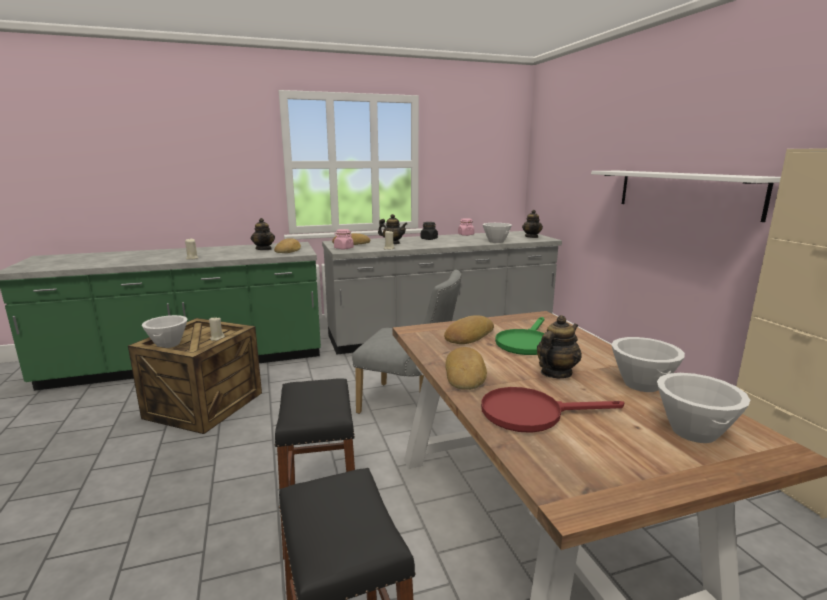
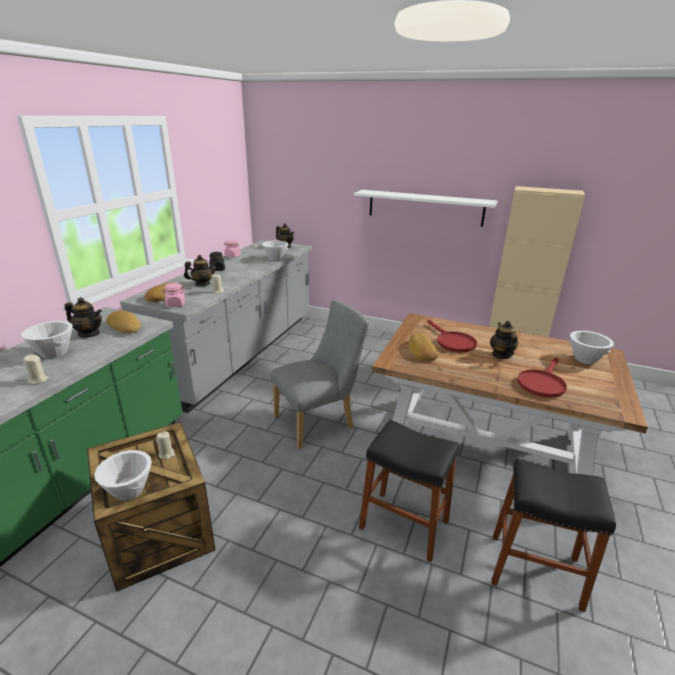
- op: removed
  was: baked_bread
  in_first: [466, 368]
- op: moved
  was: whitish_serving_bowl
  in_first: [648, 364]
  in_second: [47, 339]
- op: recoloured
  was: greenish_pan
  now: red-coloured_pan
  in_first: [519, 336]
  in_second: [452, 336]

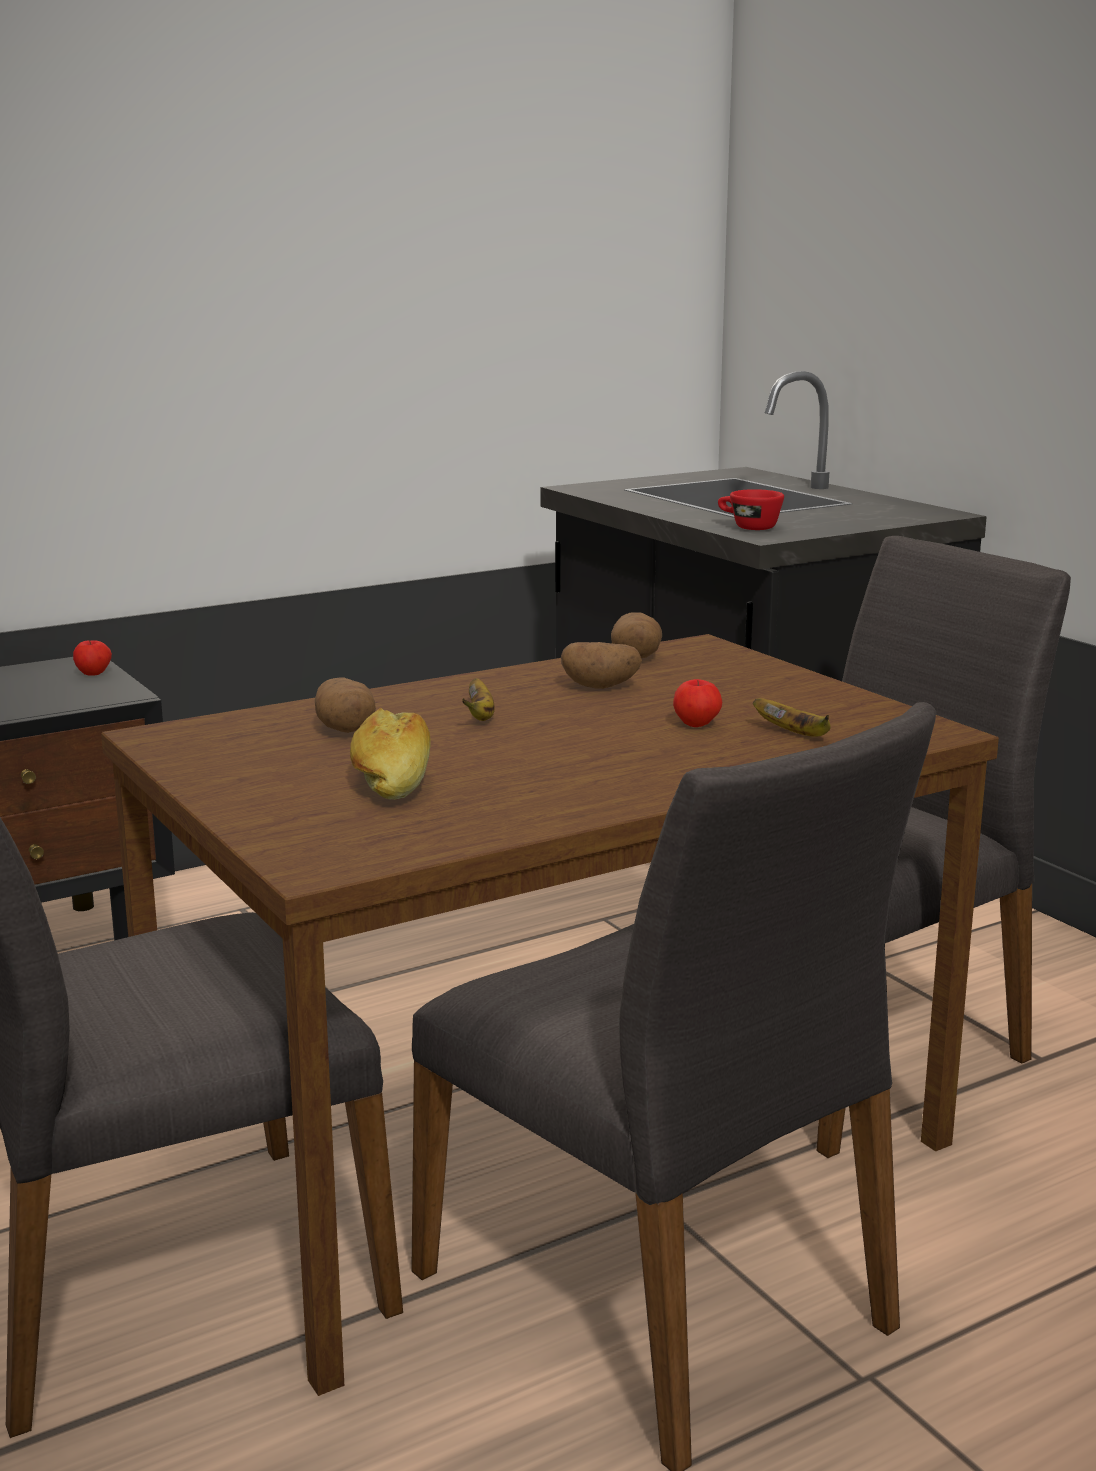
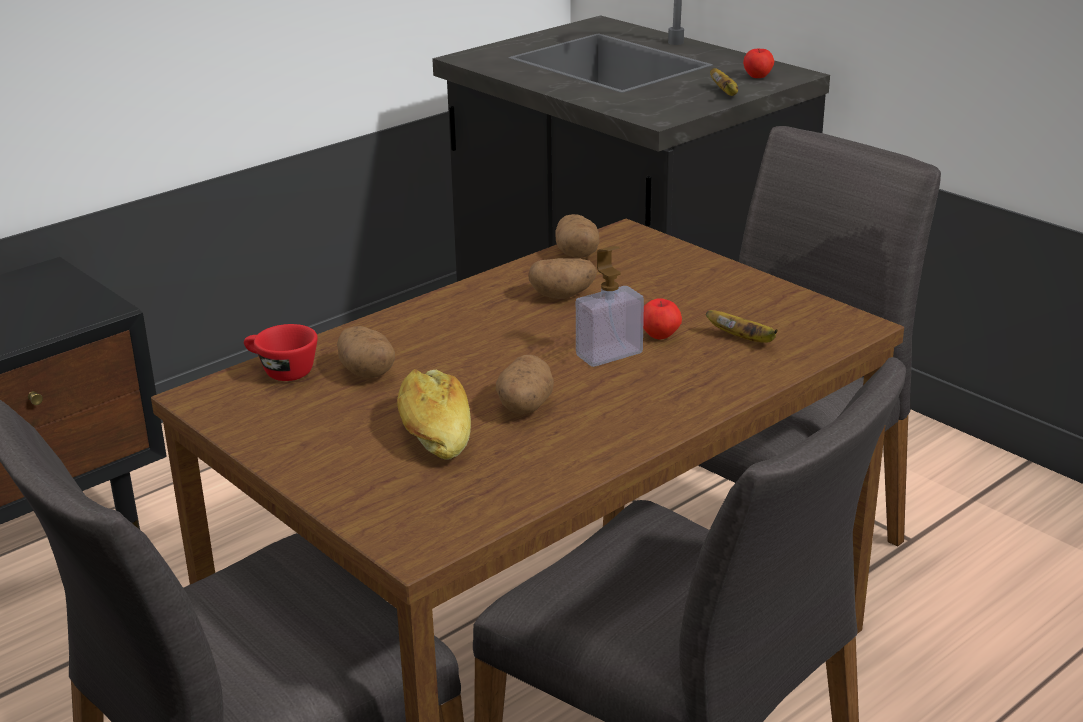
- op: added
  now: whole_potato
  in_second: [525, 384]
- op: added
  now: liquid_soap_bottle
  in_second: [610, 306]
- op: moved
  was: apple_fruit
  in_first: [92, 658]
  in_second: [758, 63]
- op: moved
  was: banana
  in_first: [478, 699]
  in_second: [724, 82]
- op: moved
  was: red-coloured_drinking_cup
  in_first: [751, 509]
  in_second: [281, 352]

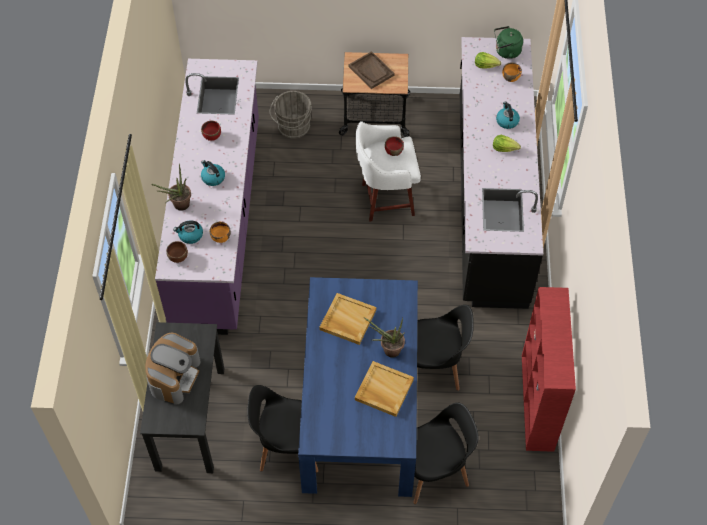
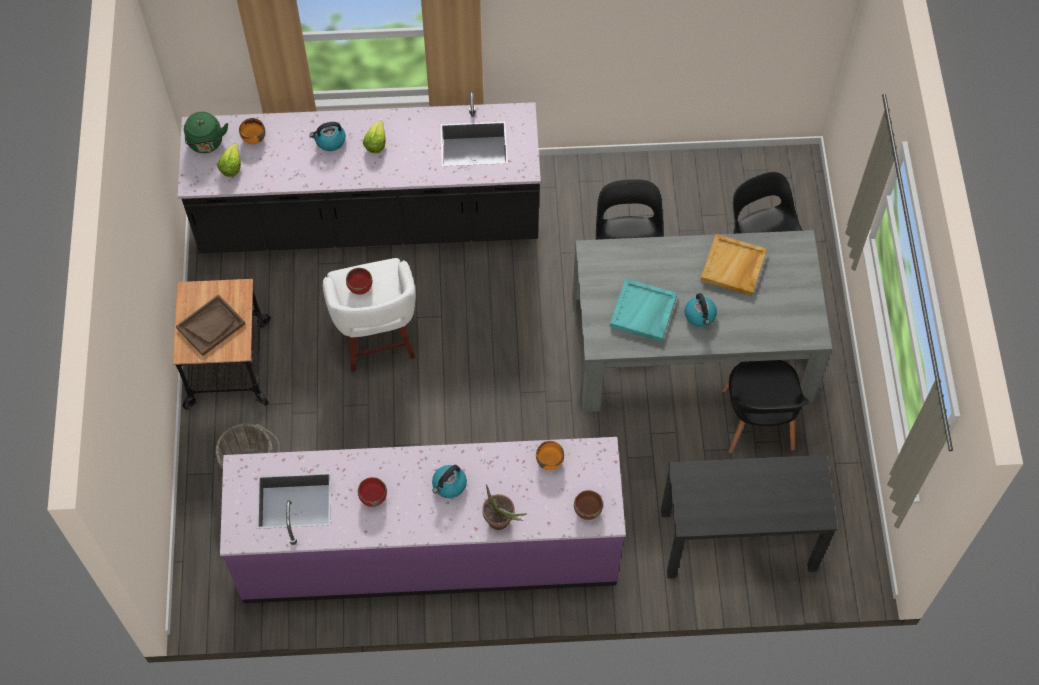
- op: removed
  was: coffee_maker
  in_first: [173, 369]
- op: removed
  was: plant_in_a_pot
  in_first: [384, 337]
- op: removed
  was: red-coloured_shelving_unit
  in_first: [549, 369]
- op: moved
  was: kettle
  in_first: [188, 232]
  in_second: [701, 310]
- op: recoloured
  was: bluish_kitchen_table
  now: grey_kitchen_table
  in_first: [358, 387]
  in_second: [702, 321]
- op: recoloured
  was: beige-coloured_serving_tray
  now: turquoise-coloured_serving_tray
  in_first: [347, 319]
  in_second: [643, 310]

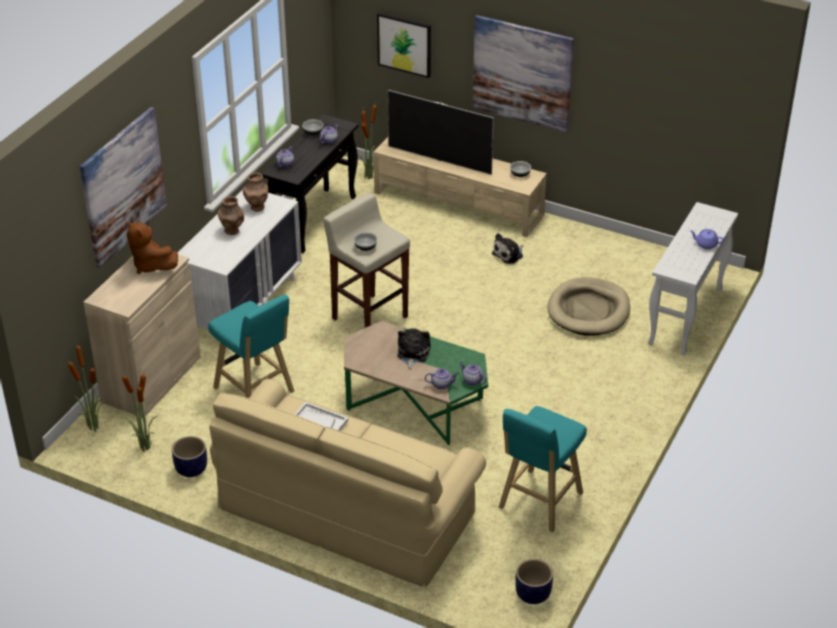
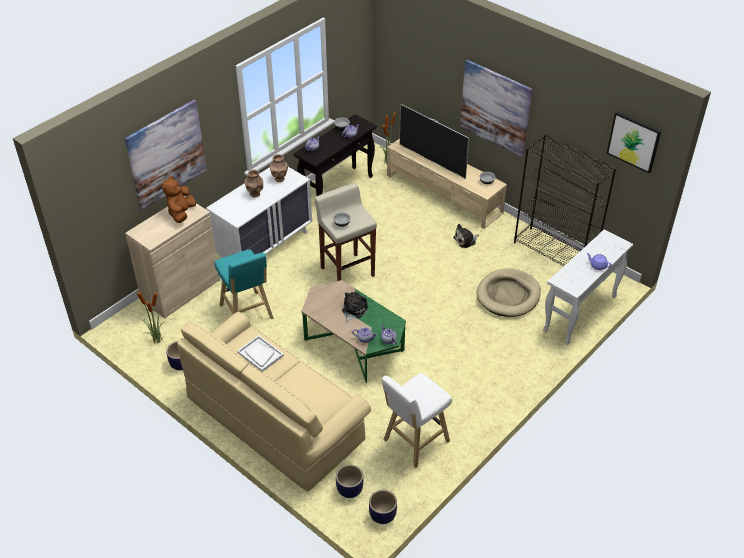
- op: removed
  was: plant_in_a_pot
  in_first: [88, 388]
- op: added
  now: flower_pot
  in_second: [349, 481]
- op: added
  now: black_shelving_unit
  in_second: [565, 200]
- op: moved
  was: picture
  in_first: [404, 45]
  in_second: [633, 142]
- op: recoloured
  was: turquoise-coloured_sitting_stool
  now: whitish_sitting_stool
  in_first: [542, 469]
  in_second: [417, 420]
- op: turned
  was: brown_cuddly_toy
  in_first: [152, 248]
  in_second: [179, 199]
  clockwise: 45

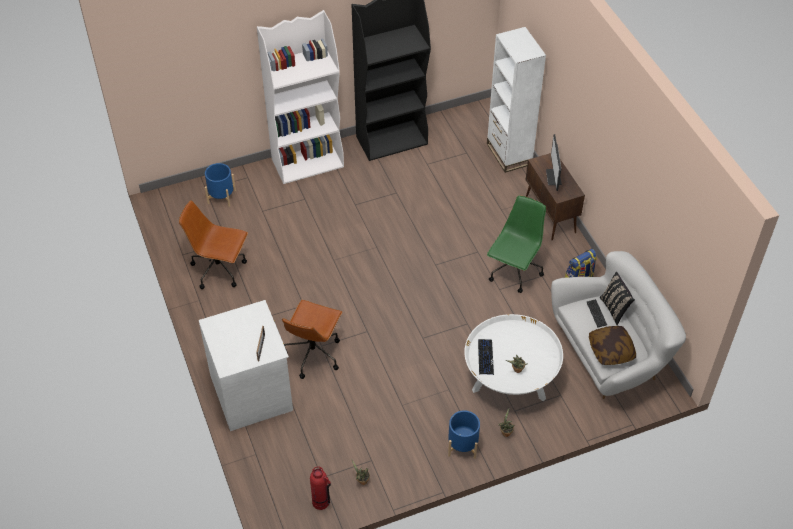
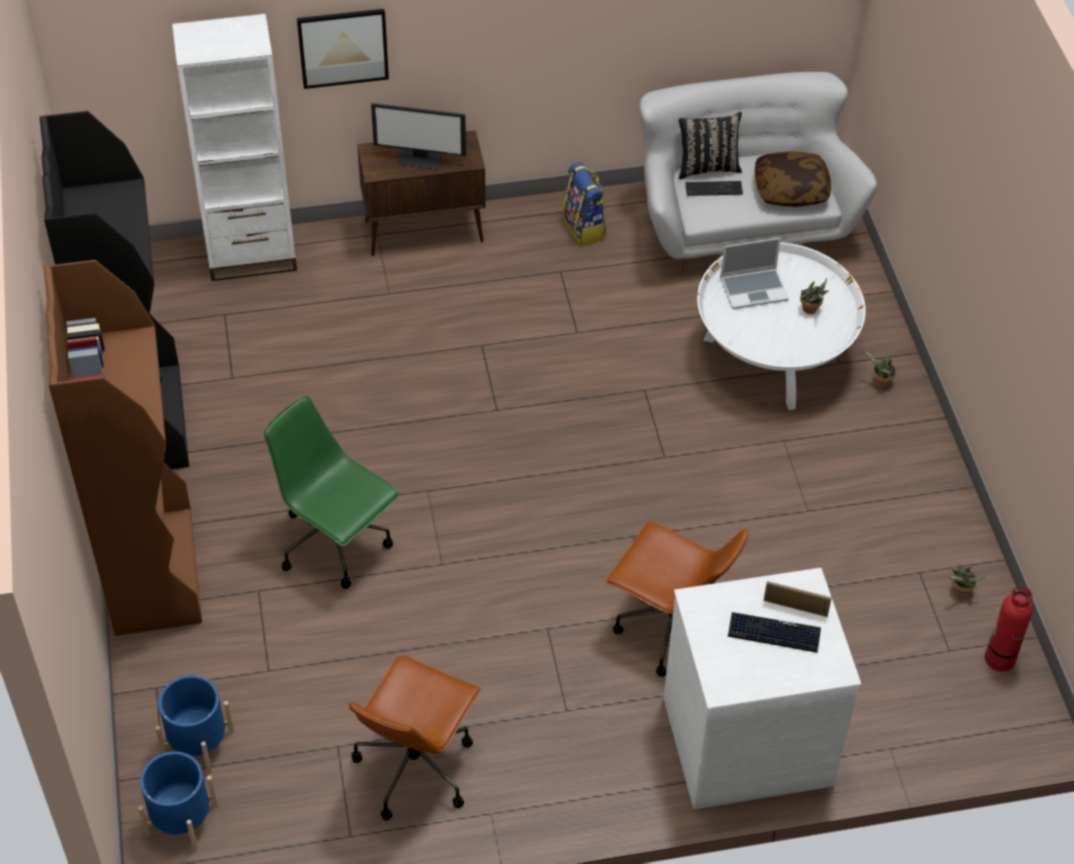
- op: added
  now: picture
  in_second: [343, 49]
- op: added
  now: laptop
  in_second: [754, 273]
- op: moved
  was: bluish_flower_pot
  in_first: [464, 435]
  in_second: [178, 801]
- op: moved
  was: PC_keyboard
  in_first: [486, 357]
  in_second: [774, 632]
- op: moved
  was: greenish_computer_chair
  in_first: [516, 244]
  in_second: [332, 492]
- op: recoloured
  was: whitish_shelving_unit
  now: brown_shelving_unit
  in_first: [300, 97]
  in_second: [123, 448]

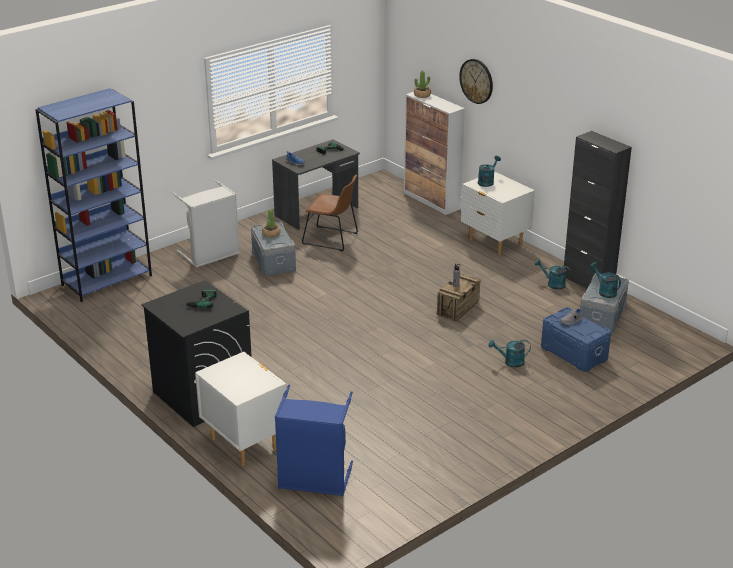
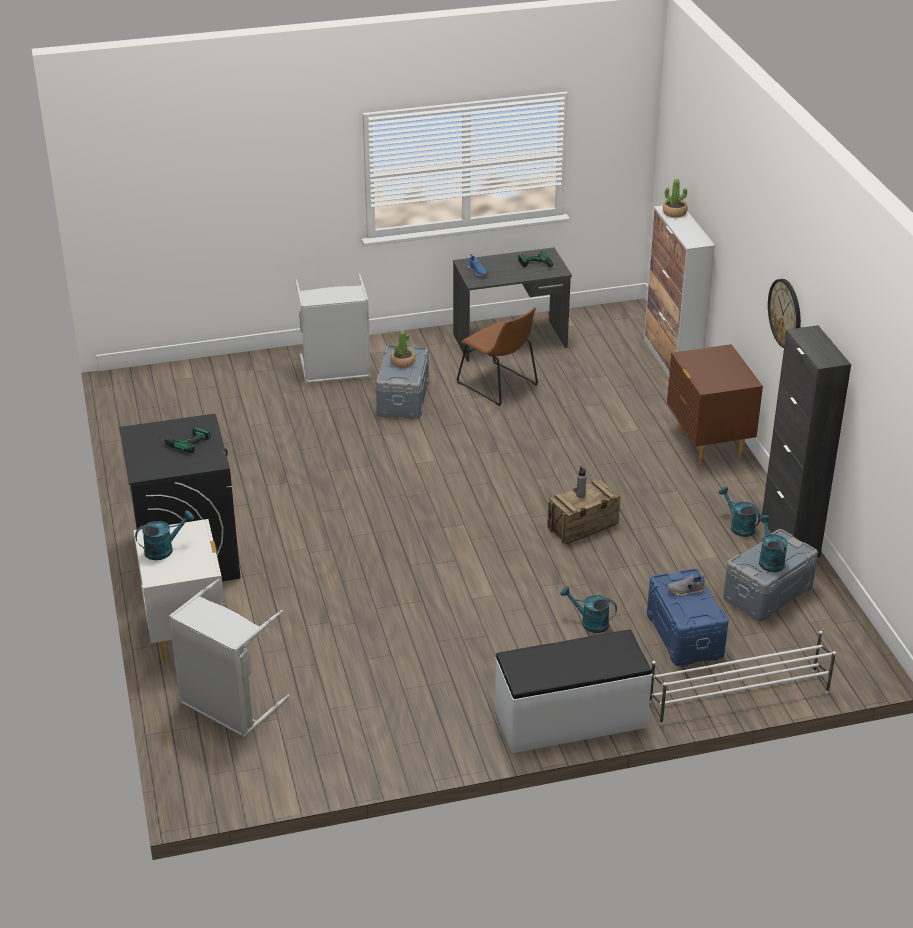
- op: removed
  was: bluish_shelving_unit
  in_first: [93, 195]
- op: added
  now: whitish_indoor_bench
  in_second: [574, 691]
- op: added
  now: whitish_shoe_shelf
  in_second: [743, 678]
- op: moved
  was: hanging_clock
  in_first: [476, 81]
  in_second: [784, 313]
- op: moved
  was: turquoise-coloured_sprinkling_can
  in_first: [489, 171]
  in_second: [164, 535]
- op: recoloured
  was: bluish_washing_basket
  now: grey_washing_basket
  in_first: [314, 440]
  in_second: [229, 658]
- op: recoloured
  was: whitish_nightstand
  now: brown_nightstand
  in_first: [498, 213]
  in_second: [715, 404]

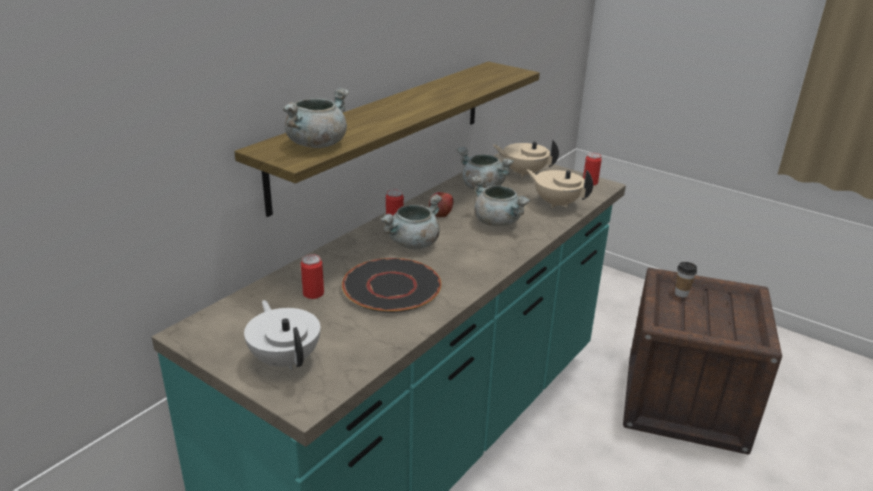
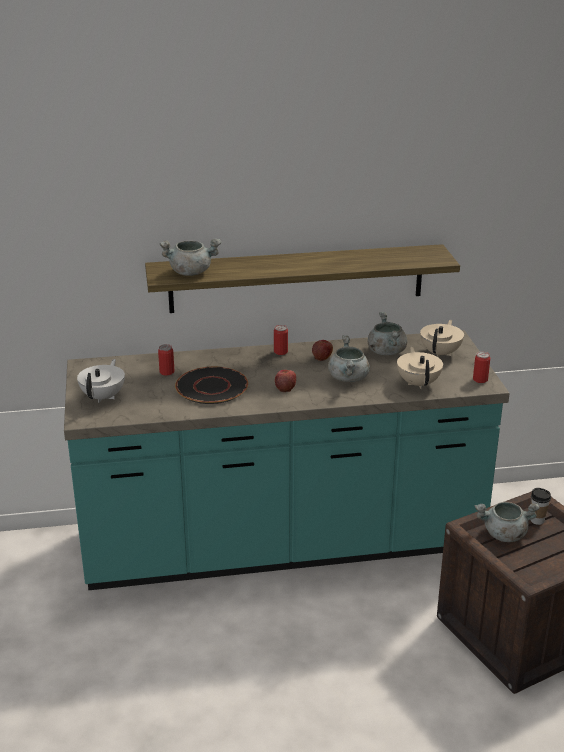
- op: added
  now: apple_fruit
  in_second: [285, 381]
- op: moved
  was: grey_saucepot
  in_first: [411, 221]
  in_second: [507, 522]
- op: turned
  was: beige-coloured_pot_for_tea
  in_first: [526, 159]
  in_second: [442, 339]
  clockwise: 45

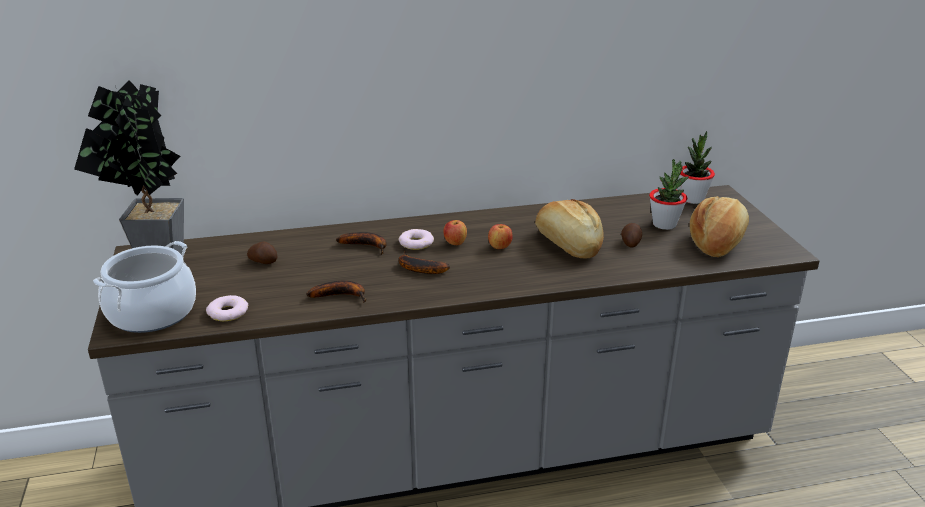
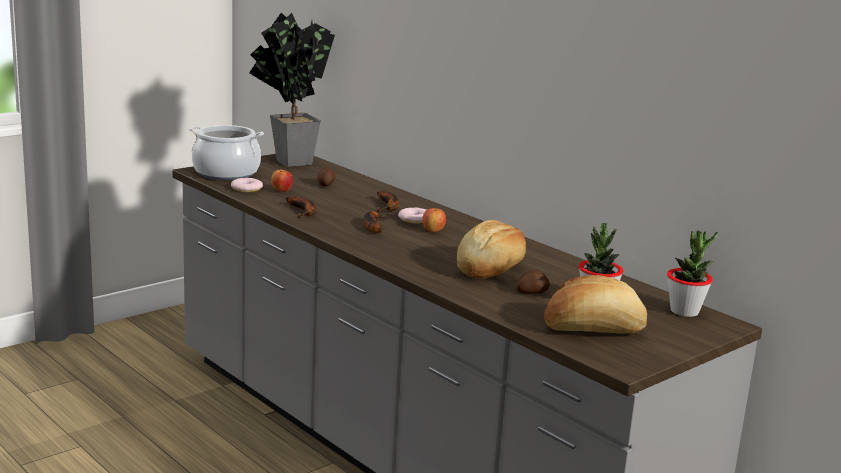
- op: moved
  was: apple_fruit
  in_first: [500, 236]
  in_second: [282, 181]

